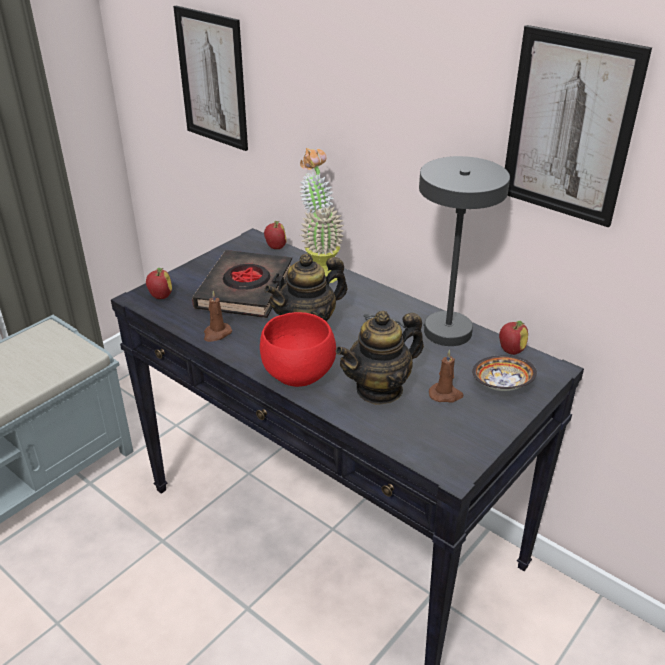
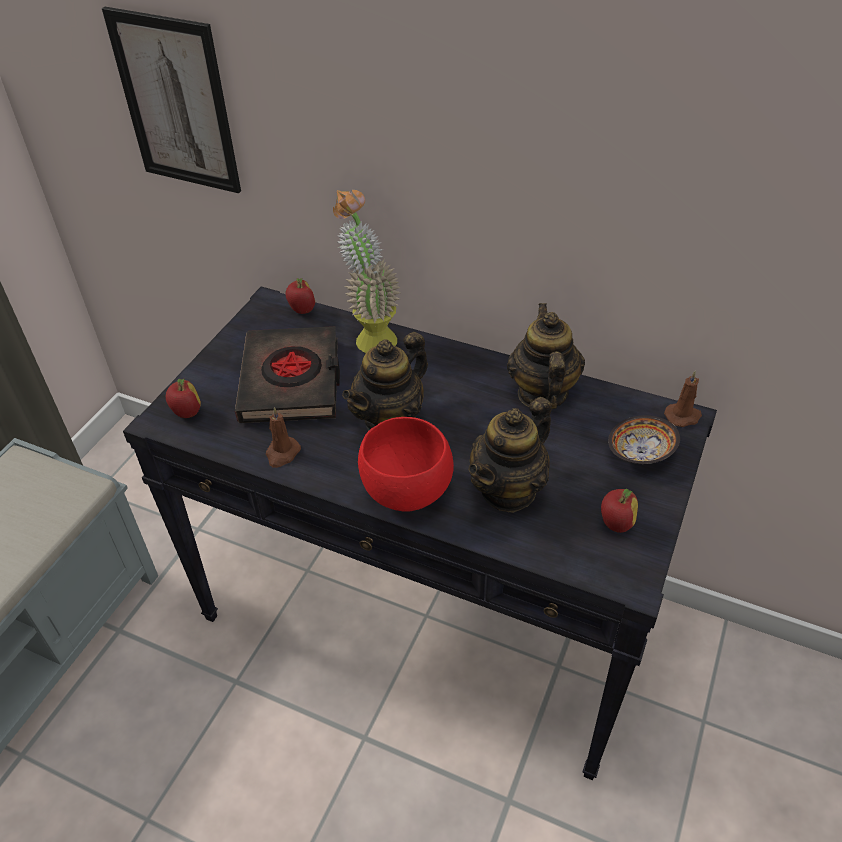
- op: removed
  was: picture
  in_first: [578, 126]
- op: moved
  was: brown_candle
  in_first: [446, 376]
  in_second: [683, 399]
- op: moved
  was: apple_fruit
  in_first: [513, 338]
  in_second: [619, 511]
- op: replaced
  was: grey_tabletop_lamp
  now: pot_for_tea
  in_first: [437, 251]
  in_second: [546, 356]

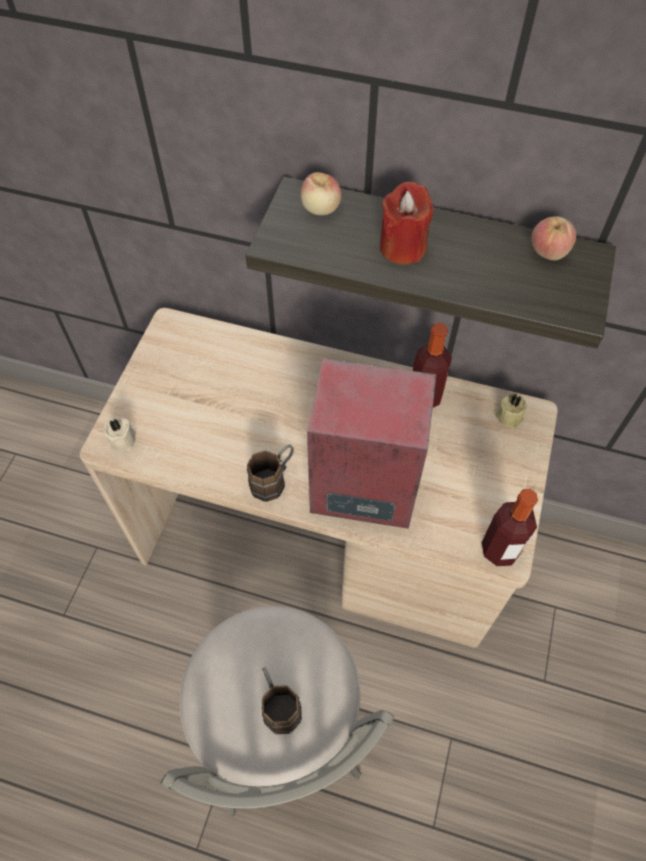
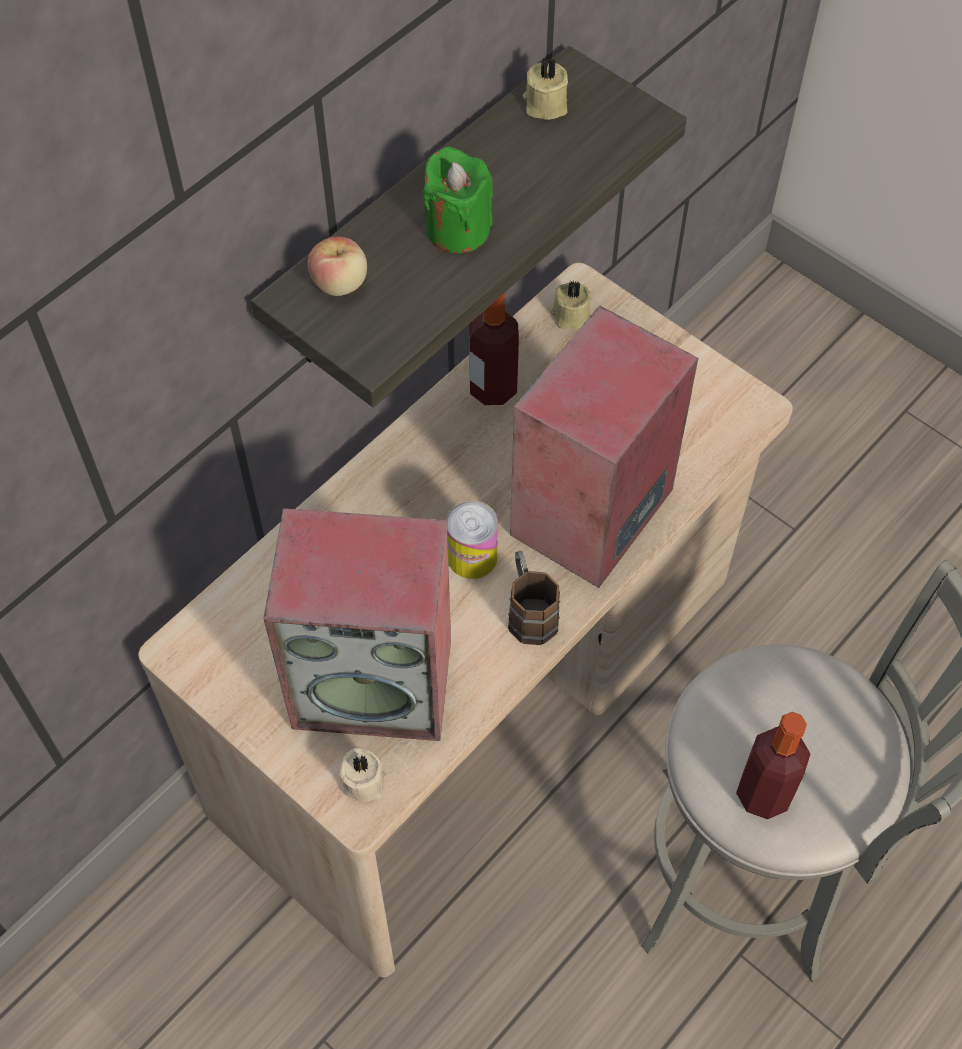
- op: removed
  was: brown_tea_mug
  in_first: [281, 700]
- op: added
  now: loudspeaker
  in_second: [357, 624]
- op: added
  now: metal_can
  in_second: [472, 539]
- op: moved
  was: beverage_bottle
  in_first: [509, 527]
  in_second: [773, 766]
- op: replaced
  was: apple_fruit
  now: beige-coloured_candle
  in_first: [553, 238]
  in_second: [545, 88]
- op: recoloured
  was: red-coloured_candle
  now: greenish_candle
  in_first: [407, 223]
  in_second: [458, 199]

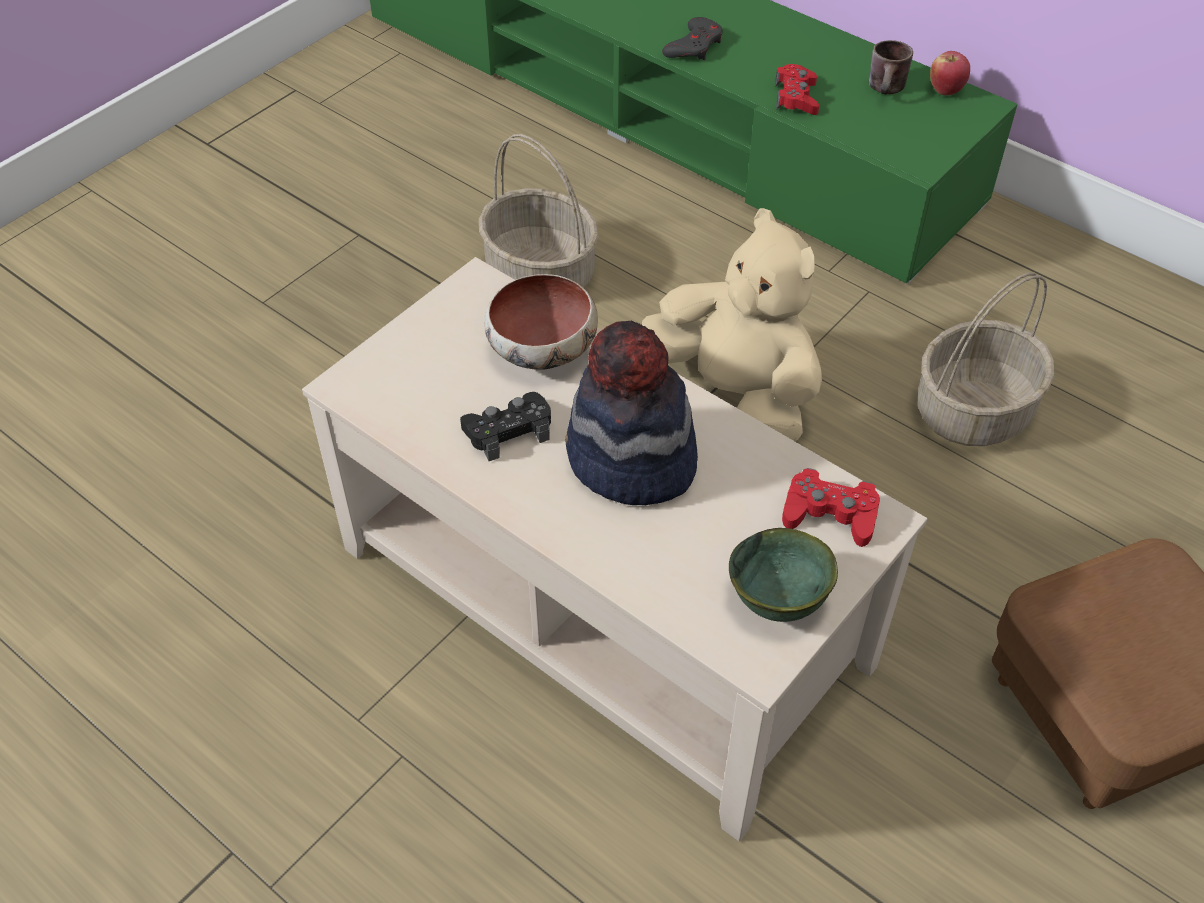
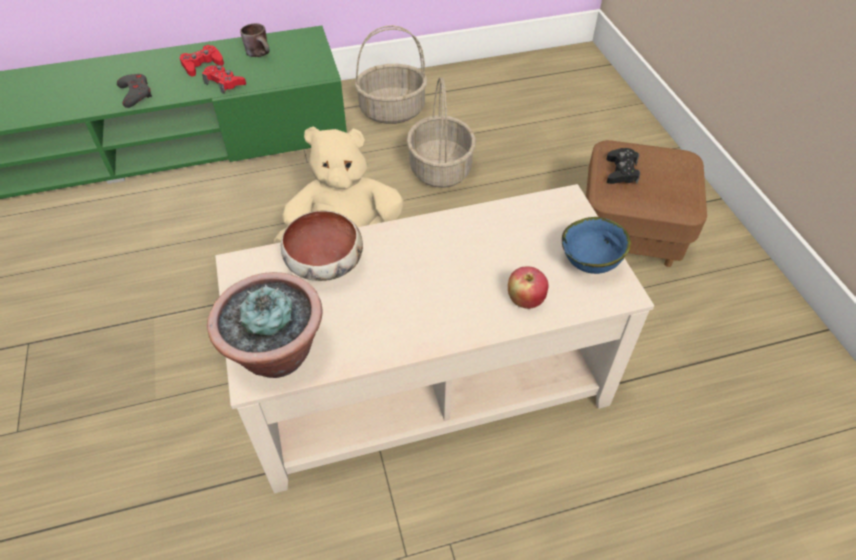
- op: removed
  was: hat
  in_first: [631, 413]
- op: added
  now: plant_in_a_pot
  in_second: [265, 325]
- op: moved
  was: black_gamepad
  in_first: [505, 426]
  in_second: [623, 166]
- op: moved
  was: basket
  in_first: [539, 210]
  in_second: [391, 74]
- op: moved
  was: red-coloured_gamepad
  in_first: [831, 507]
  in_second: [202, 61]
- op: moved
  was: apple_fruit
  in_first: [950, 73]
  in_second: [528, 288]
- op: recoloured
  was: greenish_serving_bowl
  now: bluish_serving_bowl
  in_first: [783, 575]
  in_second: [596, 245]

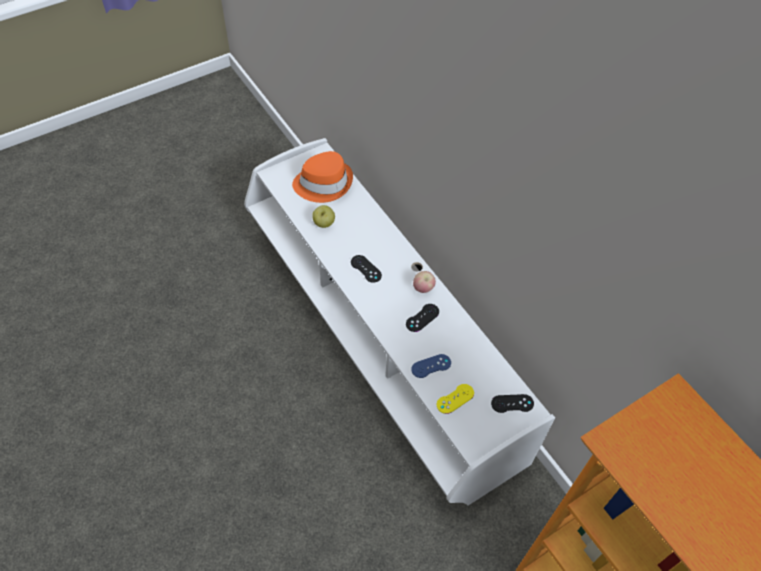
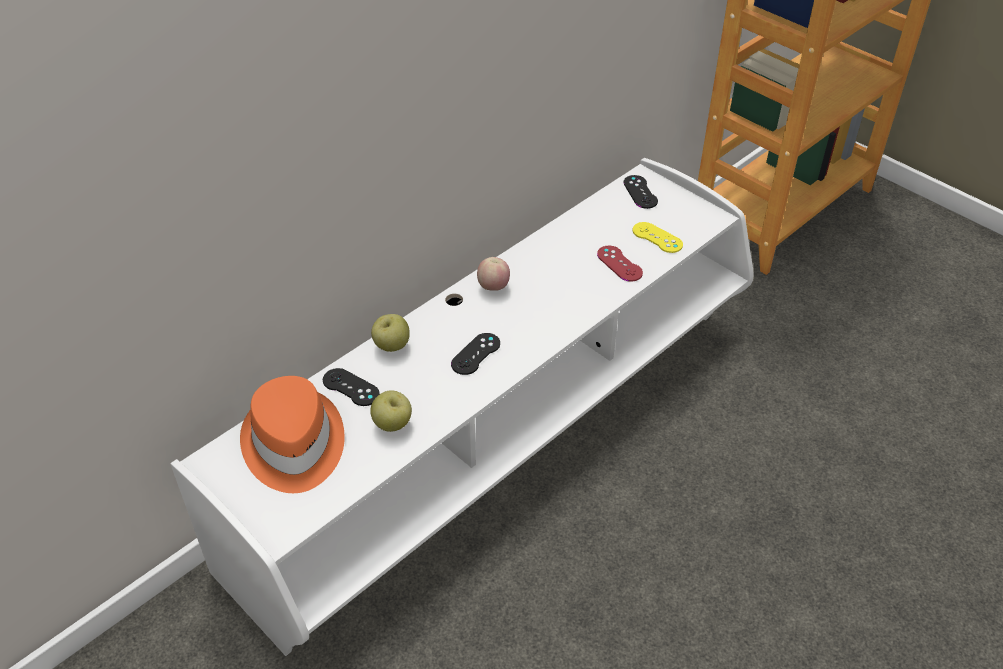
- op: added
  now: apple_fruit
  in_second: [390, 333]
- op: moved
  was: black_gamepad
  in_first: [422, 318]
  in_second: [351, 387]
- op: recoloured
  was: bluish_gamepad
  now: red-coloured_gamepad
  in_first: [431, 366]
  in_second: [620, 264]

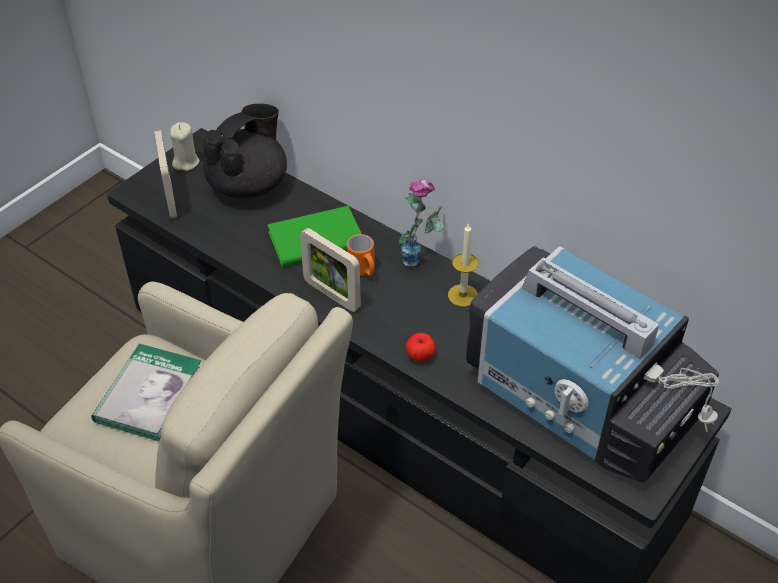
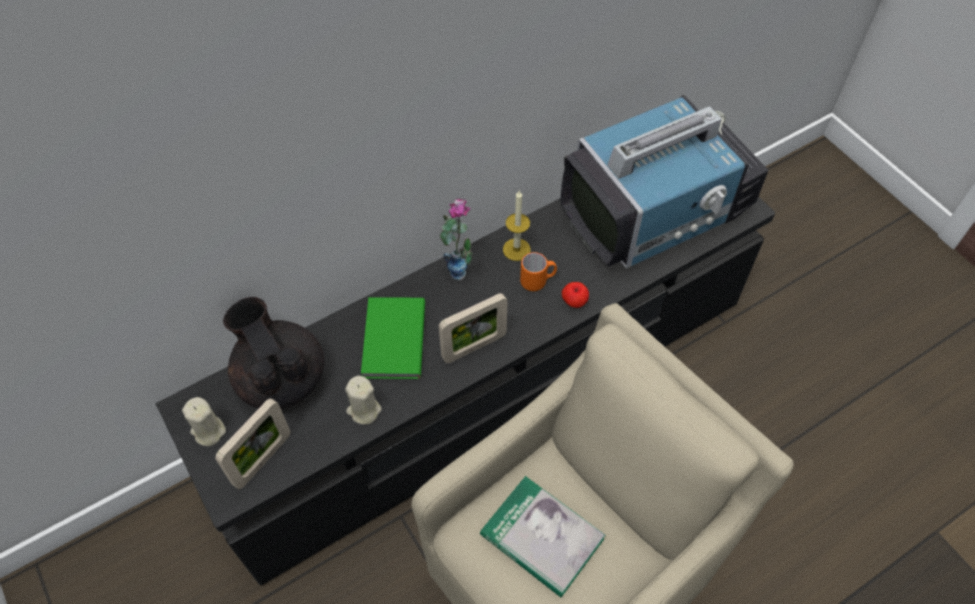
- op: added
  now: beige-coloured_candle
  in_second: [363, 400]
- op: moved
  was: orangey_tea_mug
  in_first: [361, 255]
  in_second: [538, 271]
- op: turned
  was: picture_frame
  in_first: [165, 174]
  in_second: [253, 443]
  clockwise: 120

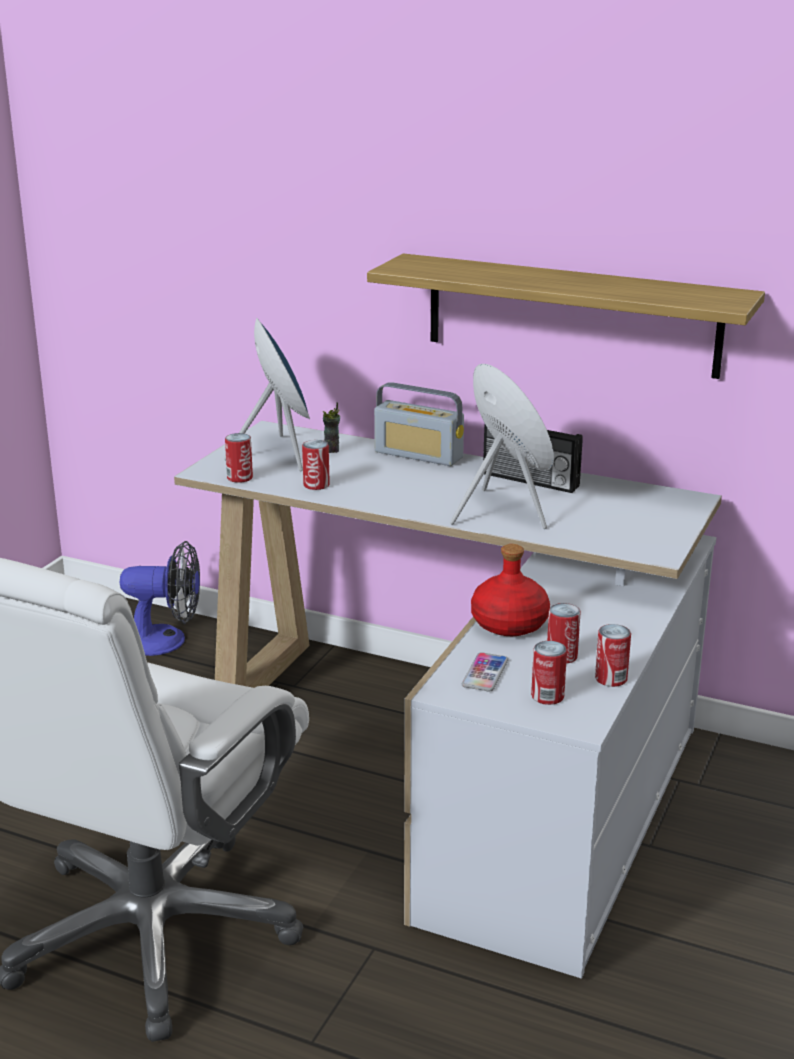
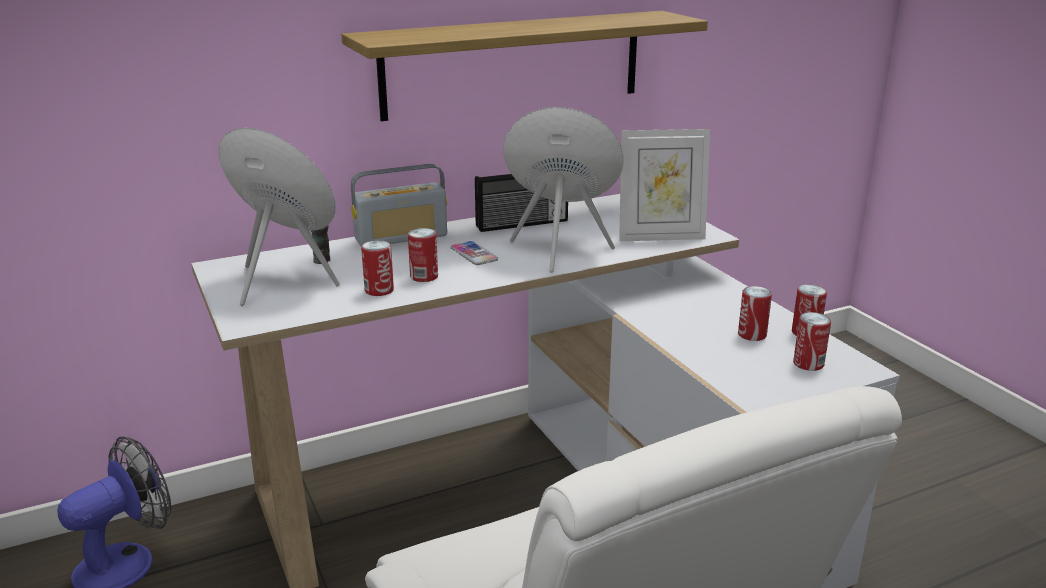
- op: removed
  was: red-coloured_beverage_bottle
  in_first: [510, 590]
- op: added
  now: picture_frame
  in_second: [664, 185]
- op: moved
  was: metal_can
  in_first: [239, 458]
  in_second: [423, 255]
- op: moved
  was: handset
  in_first: [485, 672]
  in_second: [474, 253]

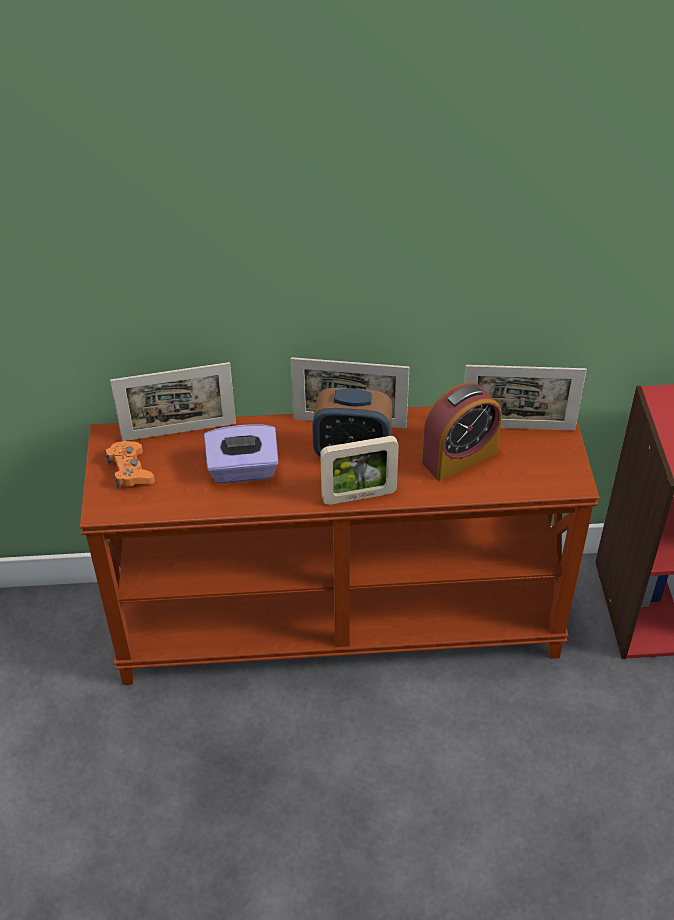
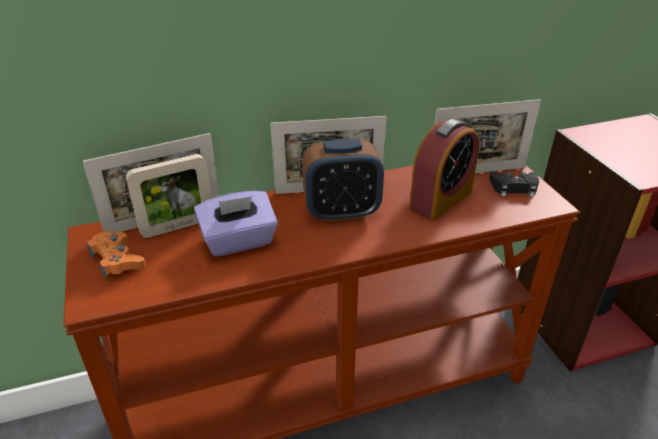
- op: added
  now: black_gamepad
  in_second: [514, 184]
- op: moved
  was: picture_frame
  in_first: [359, 470]
  in_second: [169, 196]

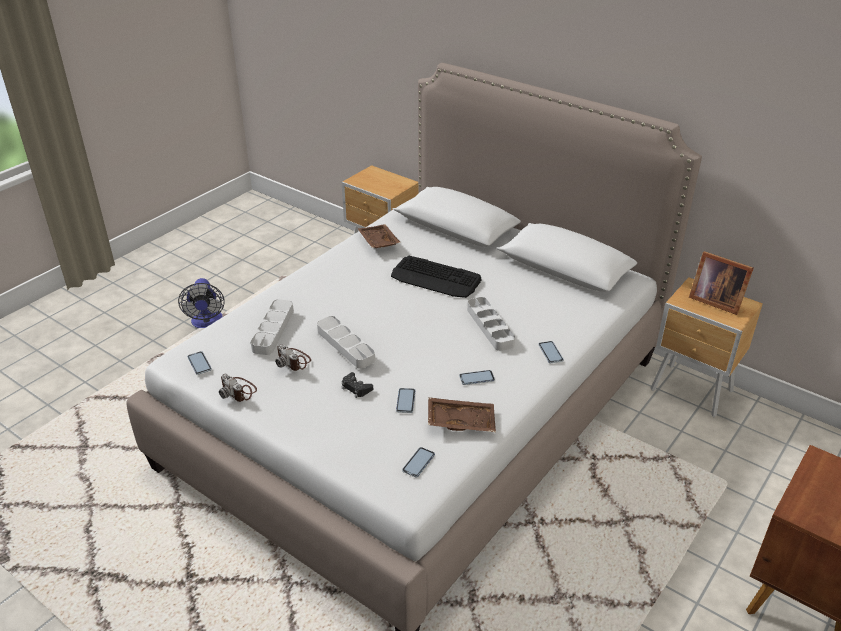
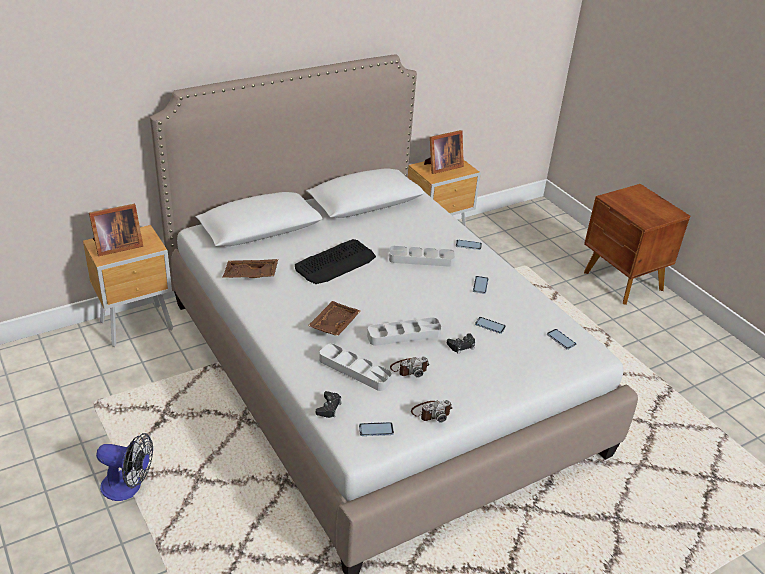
- op: added
  now: picture_frame
  in_second: [116, 230]
- op: added
  now: black_gamepad
  in_second: [328, 404]
- op: moved
  was: brown_serving_tray
  in_first: [462, 414]
  in_second: [334, 318]

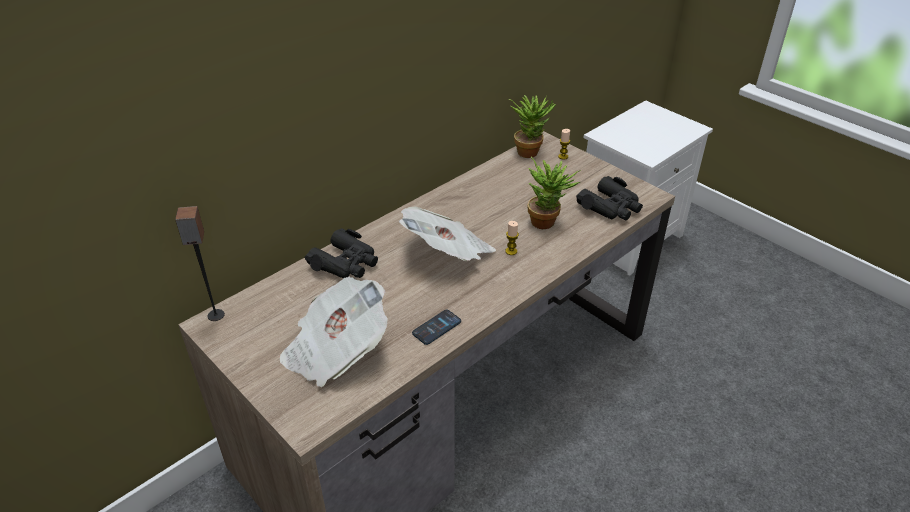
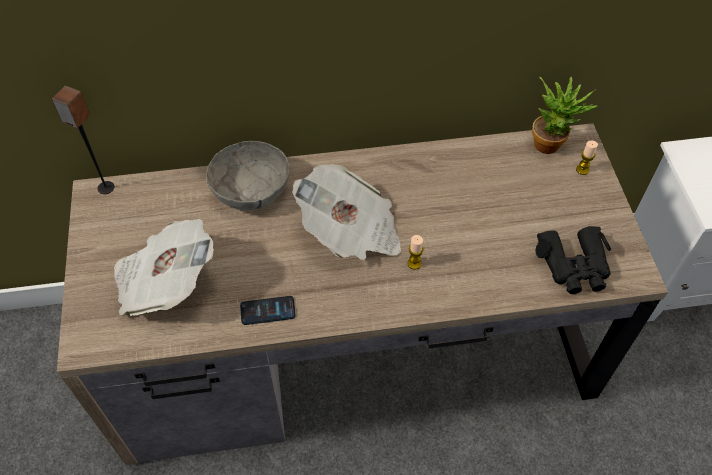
- op: removed
  was: plant_in_a_pot
  in_first: [554, 193]
- op: replaced
  was: black_binoculars
  now: grey_serving_bowl
  in_first: [341, 253]
  in_second: [248, 175]

